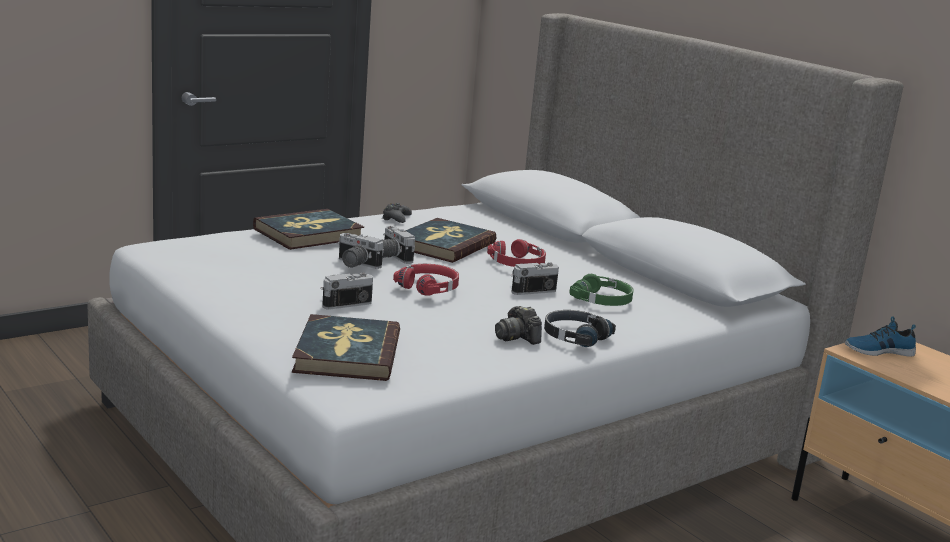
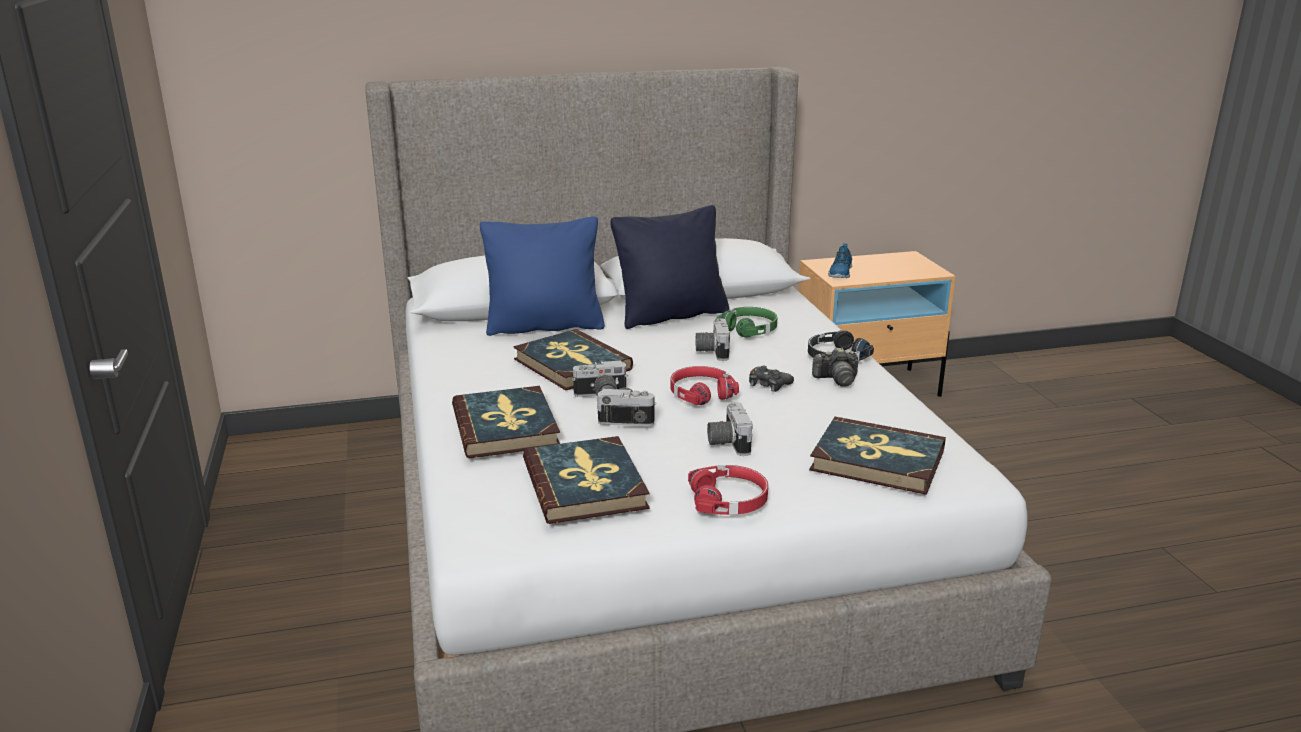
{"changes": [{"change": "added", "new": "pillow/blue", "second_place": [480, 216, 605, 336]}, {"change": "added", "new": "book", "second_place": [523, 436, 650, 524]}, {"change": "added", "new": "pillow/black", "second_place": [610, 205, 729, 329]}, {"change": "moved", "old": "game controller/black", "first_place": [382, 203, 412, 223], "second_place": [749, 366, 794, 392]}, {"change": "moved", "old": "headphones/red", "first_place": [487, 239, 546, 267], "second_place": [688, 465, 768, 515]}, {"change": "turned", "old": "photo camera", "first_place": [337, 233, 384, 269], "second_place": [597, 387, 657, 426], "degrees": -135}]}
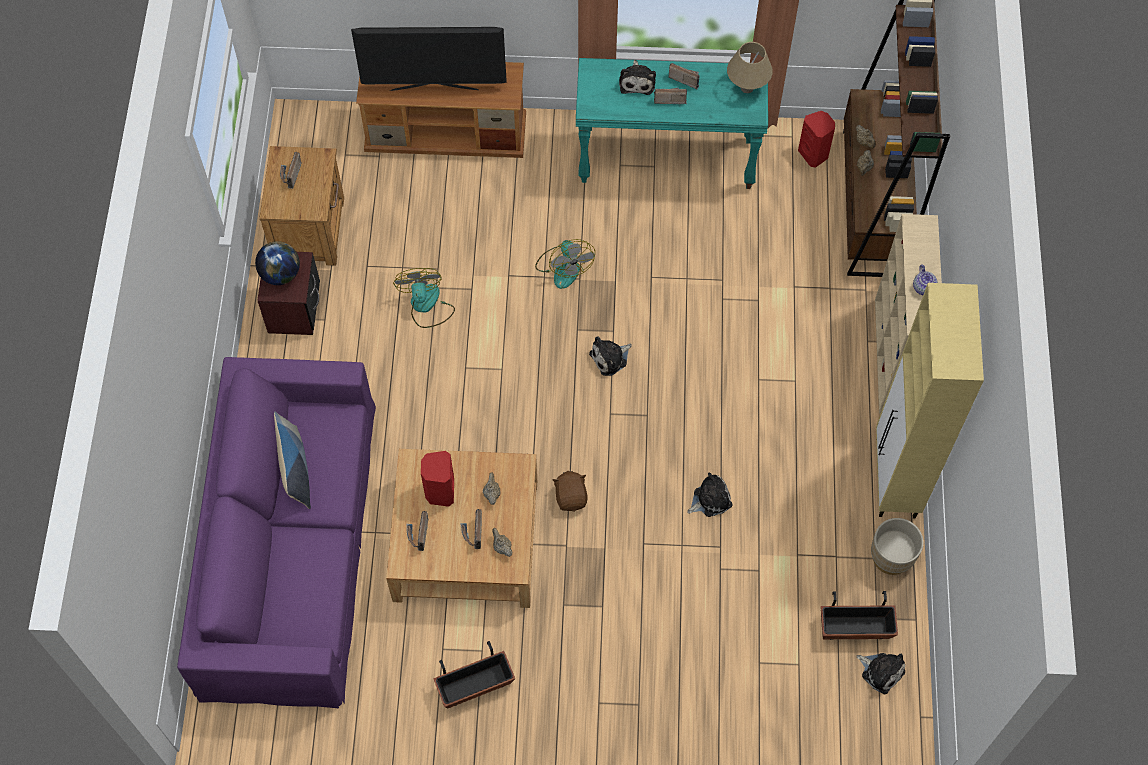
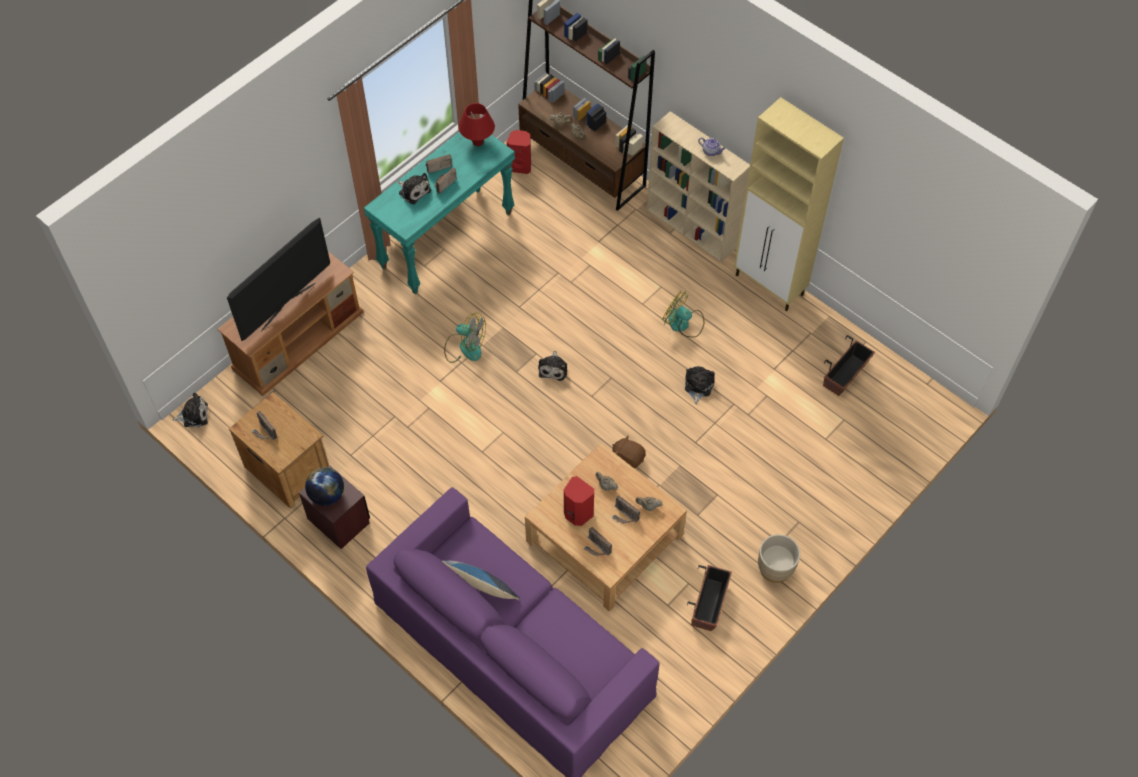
{"changes": [{"change": "moved", "old": "fan", "first_place": [393, 268, 455, 328], "second_place": [662, 291, 704, 337]}, {"change": "moved", "old": "plush toy", "first_place": [856, 653, 905, 694], "second_place": [172, 393, 208, 427]}, {"change": "moved", "old": "planter/beige", "first_place": [871, 518, 923, 575], "second_place": [758, 534, 800, 583]}, {"change": "recoloured", "old": "table lamp/beige", "new": "table lamp/red", "first_place": [727, 42, 773, 93], "second_place": [459, 103, 495, 146]}]}
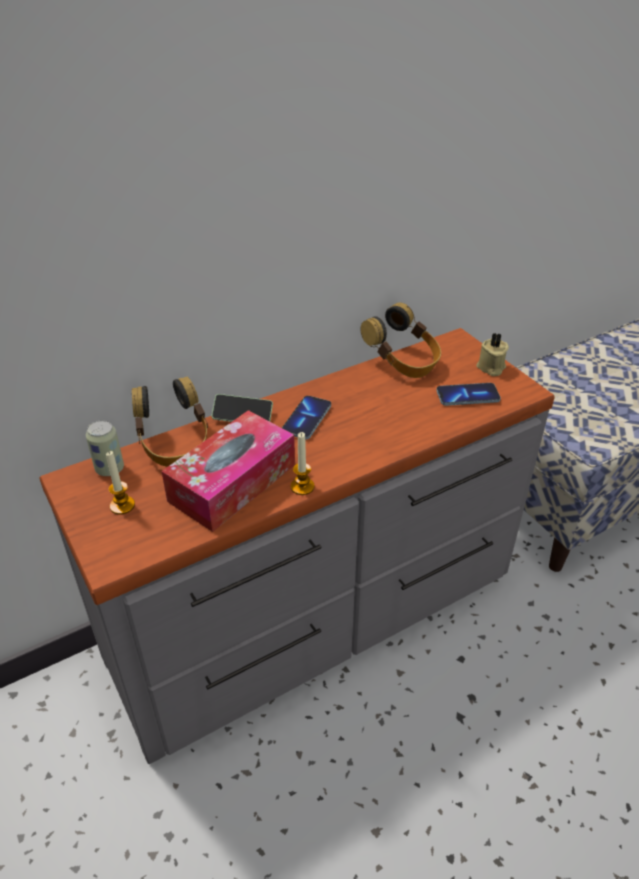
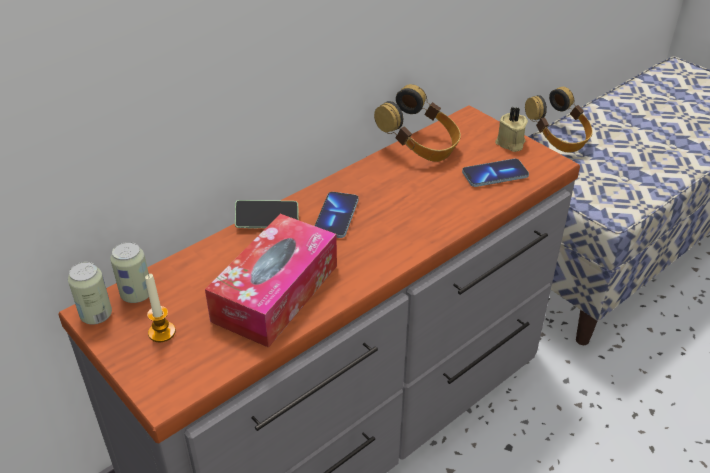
{"changes": [{"change": "removed", "old": "candle", "first_place": [291, 432, 314, 495]}, {"change": "added", "new": "can", "second_place": [68, 262, 112, 325]}, {"change": "moved", "old": "headphones", "first_place": [132, 377, 208, 467], "second_place": [525, 87, 593, 153]}]}
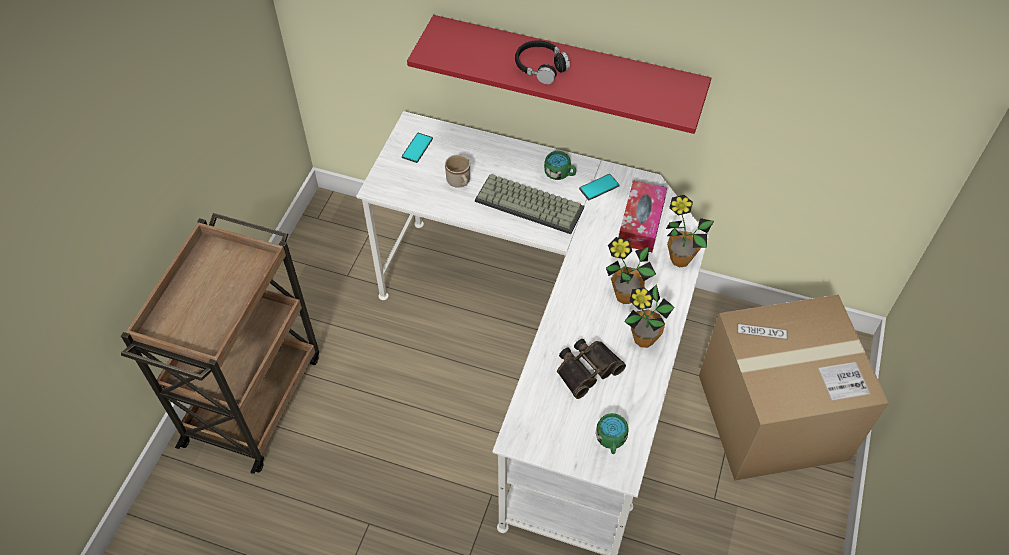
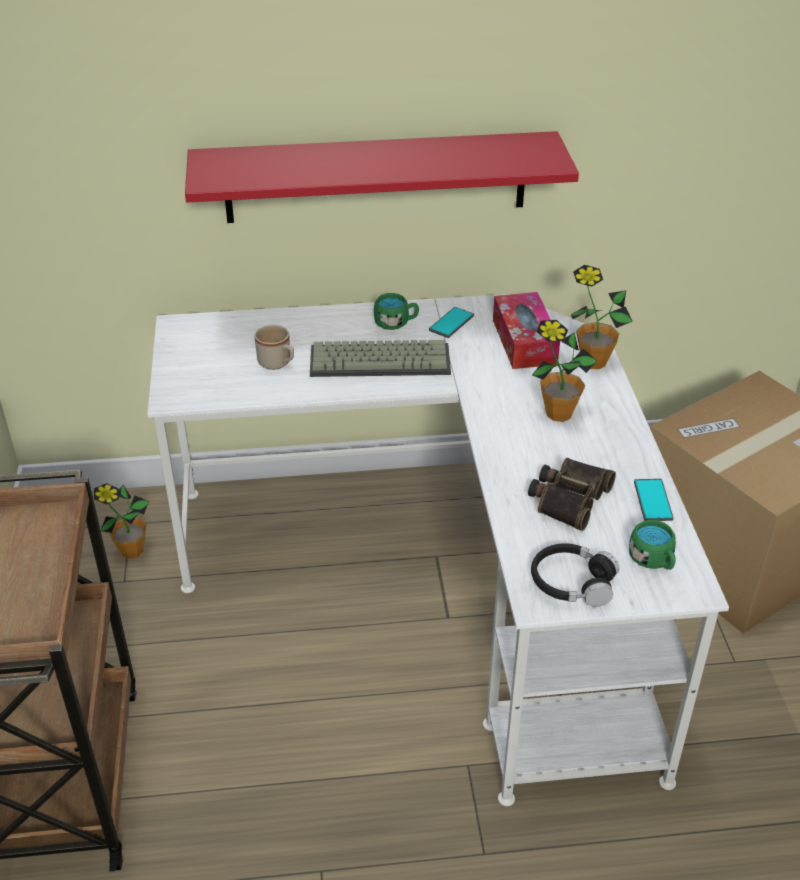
{"changes": [{"change": "moved", "old": "phone", "first_place": [402, 133, 433, 163], "second_place": [634, 479, 673, 521]}, {"change": "moved", "old": "headphones/black", "first_place": [515, 40, 570, 84], "second_place": [531, 543, 619, 607]}, {"change": "moved", "old": "potted plant", "first_place": [624, 284, 675, 348], "second_place": [94, 483, 149, 559]}]}
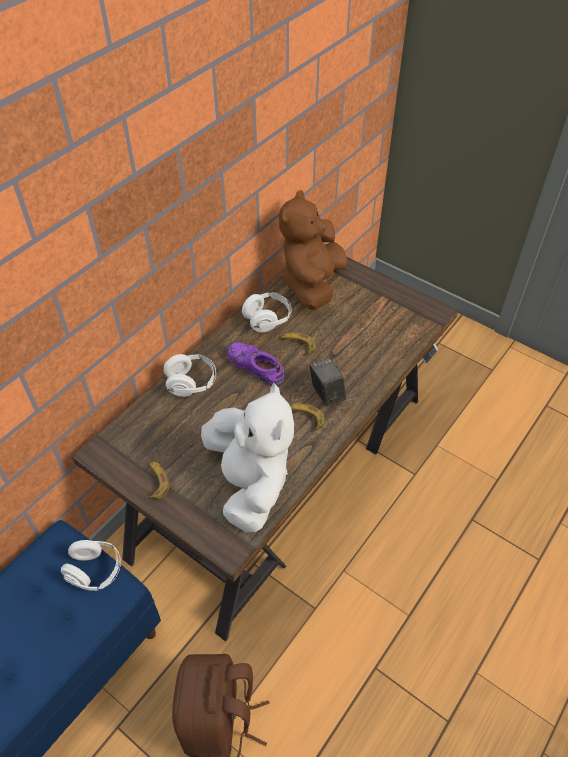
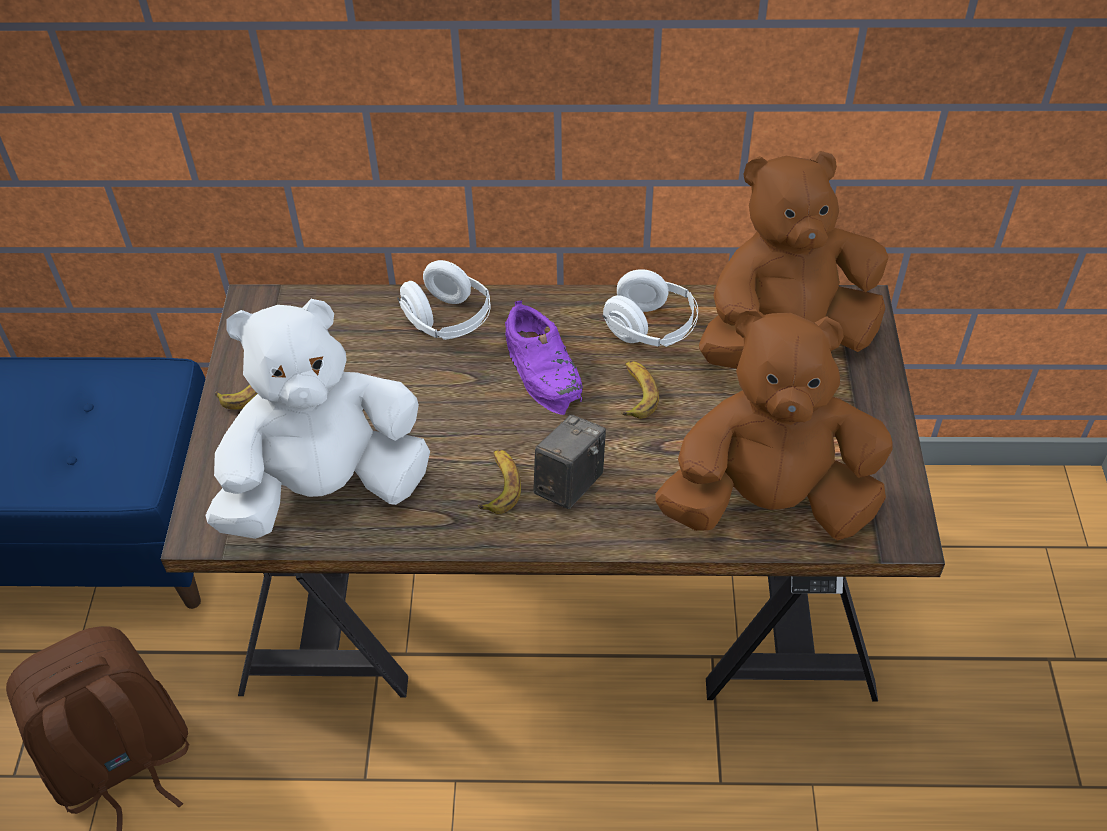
{"changes": [{"change": "removed", "old": "headphones/white", "first_place": [61, 540, 121, 591]}, {"change": "added", "new": "plush toy/brown", "second_place": [656, 309, 892, 540]}, {"change": "turned", "old": "plush toy/white", "first_place": [201, 383, 294, 532], "second_place": [205, 299, 430, 539], "degrees": -150}, {"change": "turned", "old": "shoe/purple", "first_place": [227, 341, 285, 386], "second_place": [505, 299, 583, 415], "degrees": 150}]}
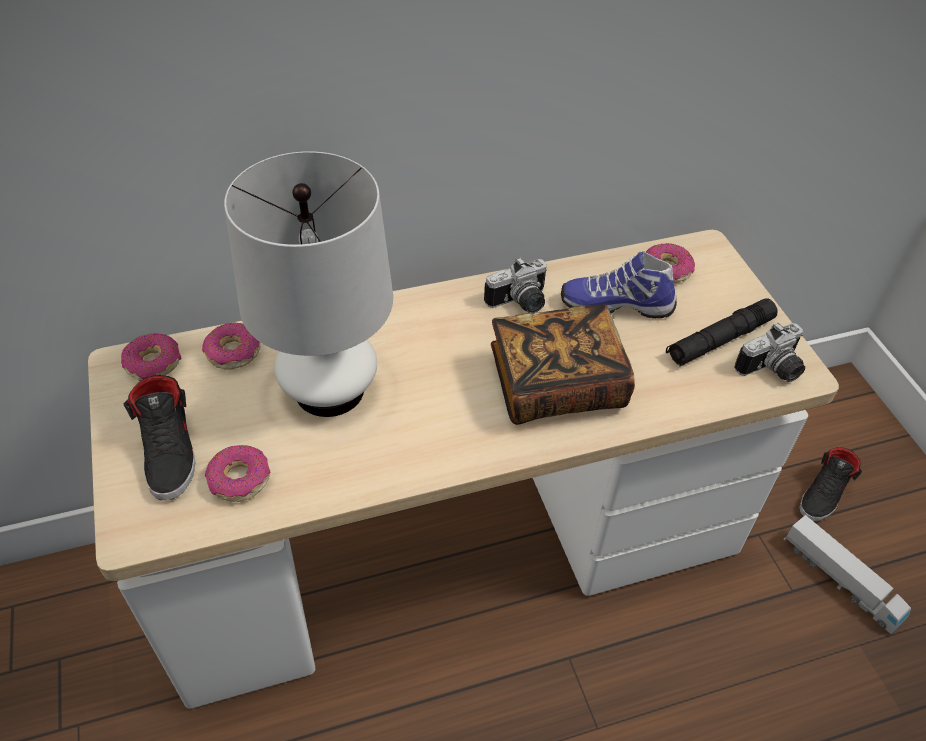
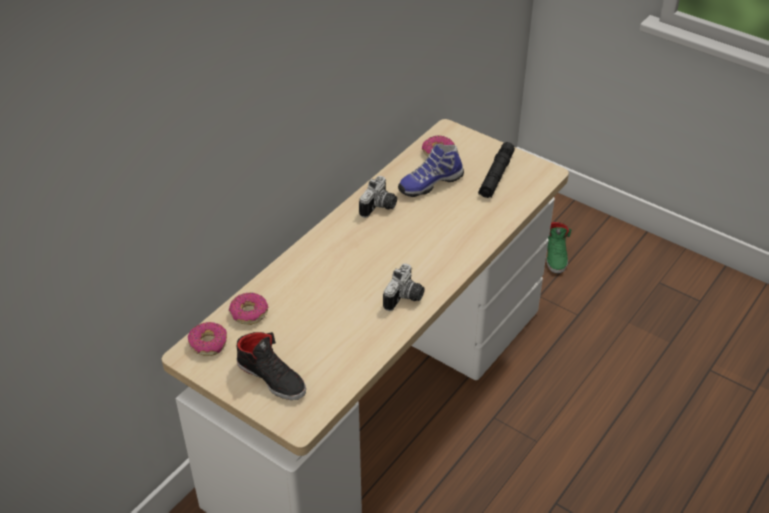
{"changes": [{"change": "removed", "old": "donut", "first_place": [205, 445, 270, 502]}, {"change": "removed", "old": "table lamp/white", "first_place": [224, 151, 393, 417]}, {"change": "removed", "old": "book", "first_place": [491, 304, 635, 425]}, {"change": "removed", "old": "toy truck", "first_place": [783, 515, 911, 634]}, {"change": "moved", "old": "photo camera", "first_place": [734, 323, 805, 382], "second_place": [383, 263, 424, 311]}, {"change": "recoloured", "old": "shoe/black", "new": "shoe/green", "first_place": [799, 447, 862, 521], "second_place": [546, 222, 571, 274]}]}
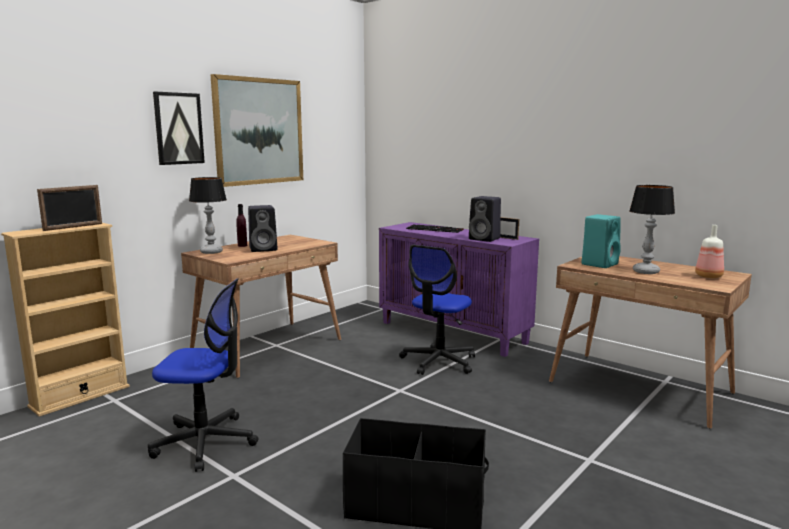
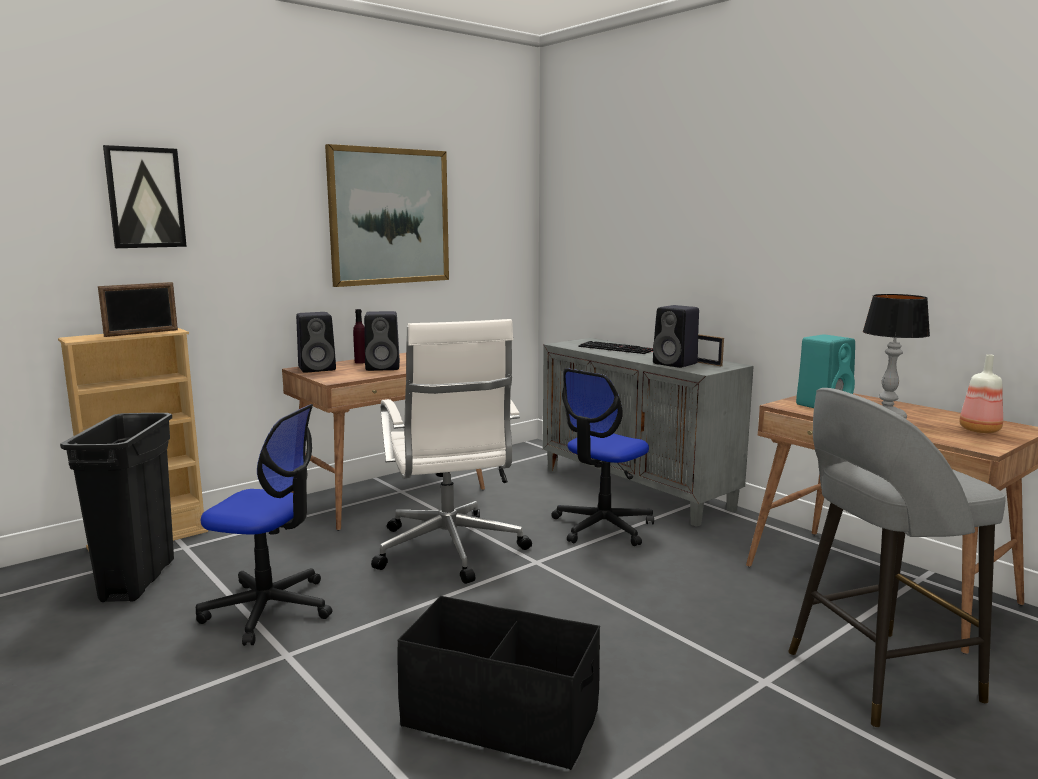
{"changes": [{"change": "added", "new": "trash can/black", "second_place": [60, 413, 174, 602]}, {"change": "added", "new": "office chair/white", "second_place": [371, 319, 532, 584]}, {"change": "added", "new": "stool/grey", "second_place": [788, 388, 1005, 728]}, {"change": "moved", "old": "picture", "first_place": [153, 92, 205, 165], "second_place": [103, 145, 187, 248]}, {"change": "replaced", "old": "table lamp", "new": "speaker/black", "first_place": [189, 177, 227, 254], "second_place": [296, 312, 336, 373]}, {"change": "recoloured", "old": "cabinet/purple", "new": "cabinet/grey", "first_place": [379, 222, 539, 357], "second_place": [543, 338, 754, 527]}]}
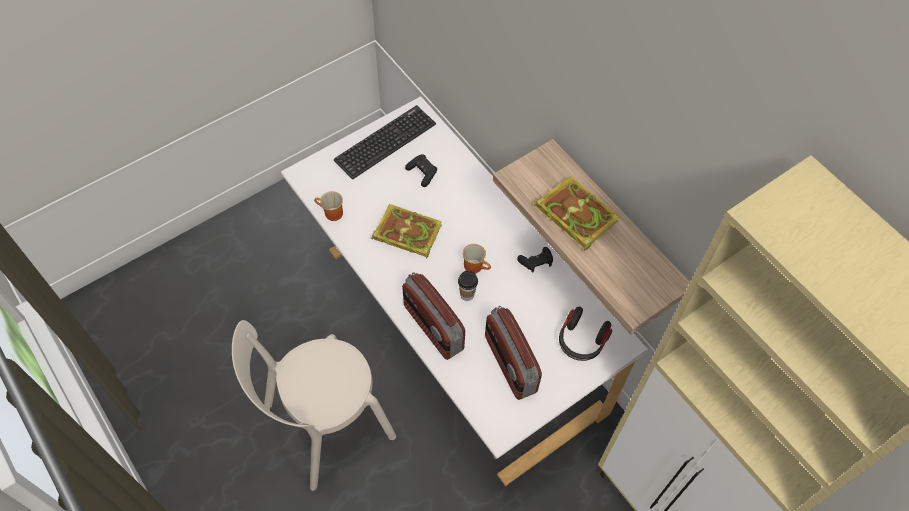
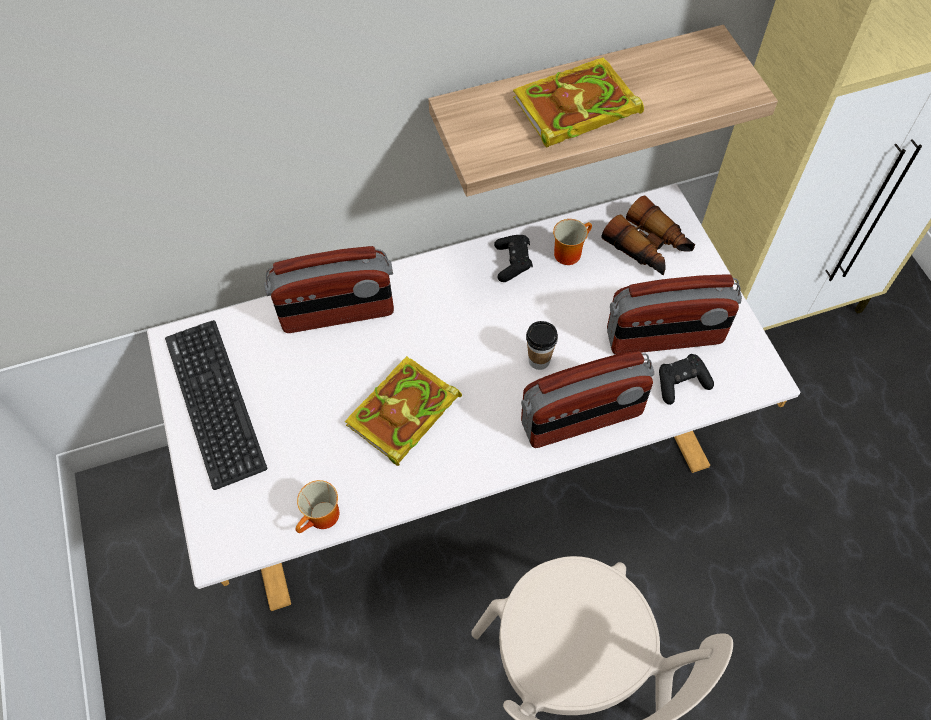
{"changes": [{"change": "added", "new": "radio", "second_place": [264, 246, 394, 333]}, {"change": "moved", "old": "game controller/black", "first_place": [405, 154, 437, 187], "second_place": [659, 354, 714, 405]}, {"change": "moved", "old": "mug", "first_place": [462, 244, 491, 274], "second_place": [553, 219, 592, 265]}, {"change": "replaced", "old": "headphones", "new": "binoculars", "first_place": [559, 306, 612, 361], "second_place": [602, 195, 695, 275]}]}
